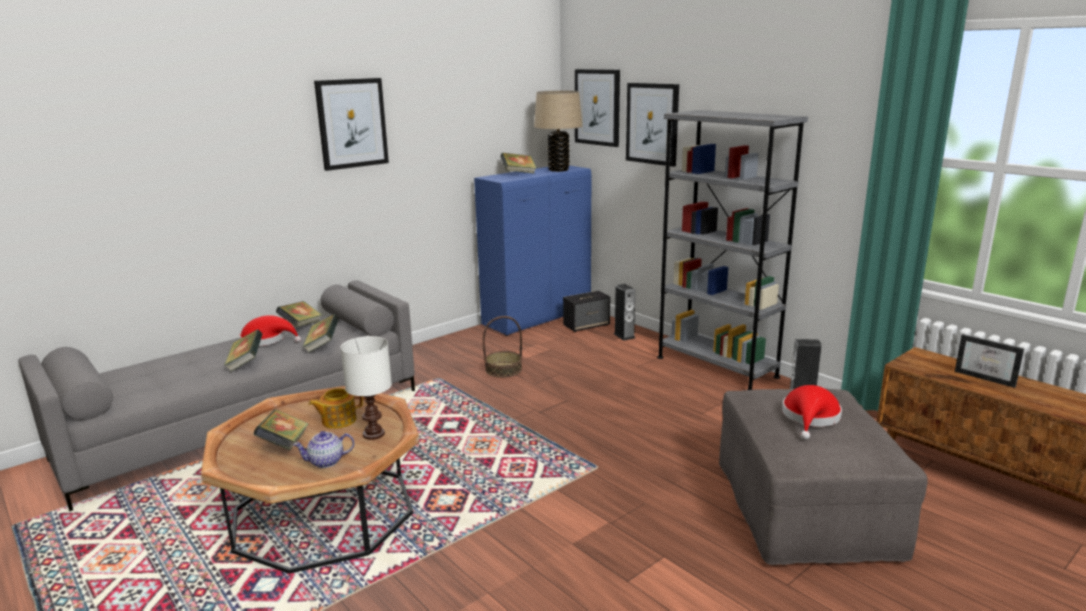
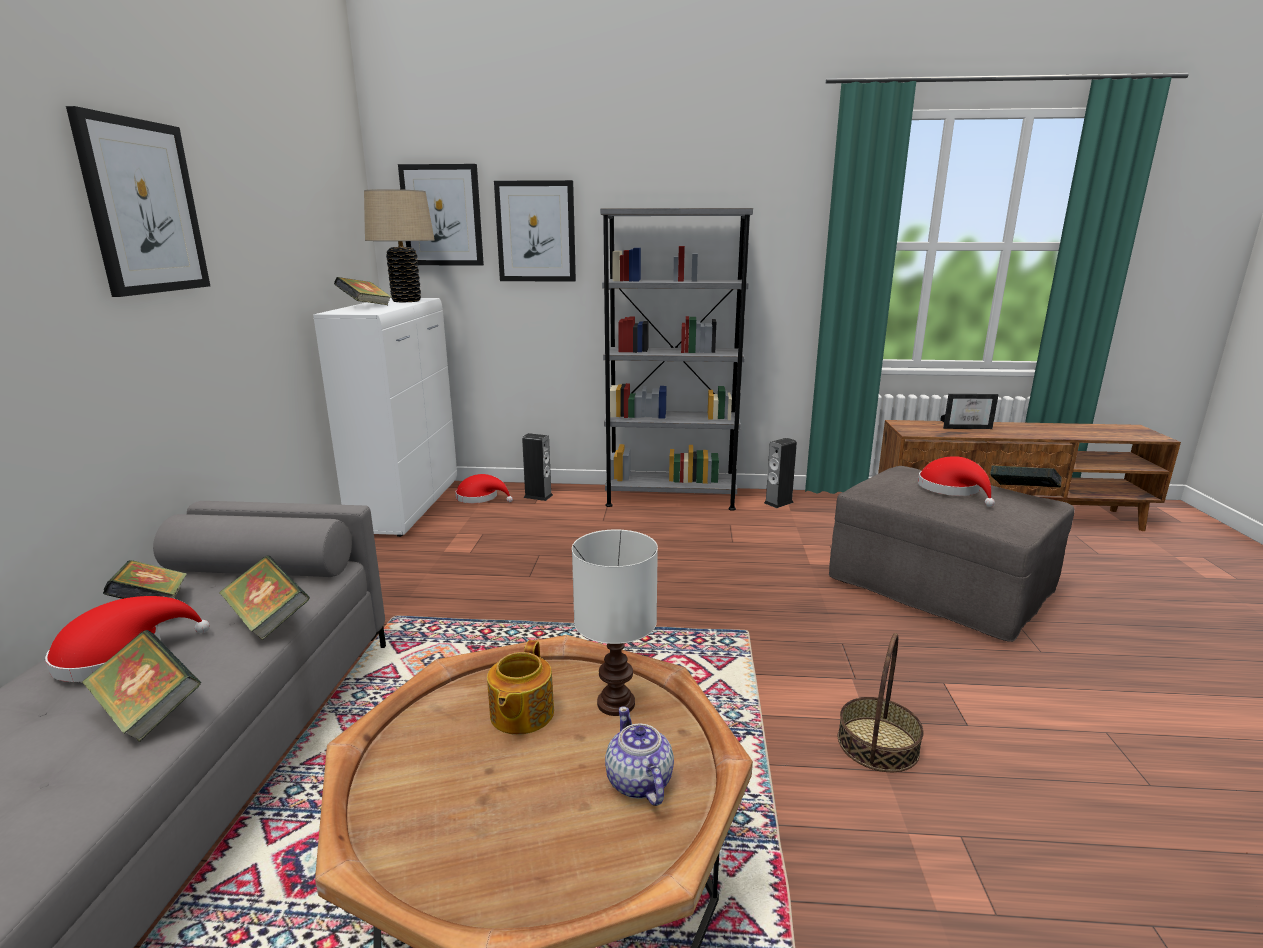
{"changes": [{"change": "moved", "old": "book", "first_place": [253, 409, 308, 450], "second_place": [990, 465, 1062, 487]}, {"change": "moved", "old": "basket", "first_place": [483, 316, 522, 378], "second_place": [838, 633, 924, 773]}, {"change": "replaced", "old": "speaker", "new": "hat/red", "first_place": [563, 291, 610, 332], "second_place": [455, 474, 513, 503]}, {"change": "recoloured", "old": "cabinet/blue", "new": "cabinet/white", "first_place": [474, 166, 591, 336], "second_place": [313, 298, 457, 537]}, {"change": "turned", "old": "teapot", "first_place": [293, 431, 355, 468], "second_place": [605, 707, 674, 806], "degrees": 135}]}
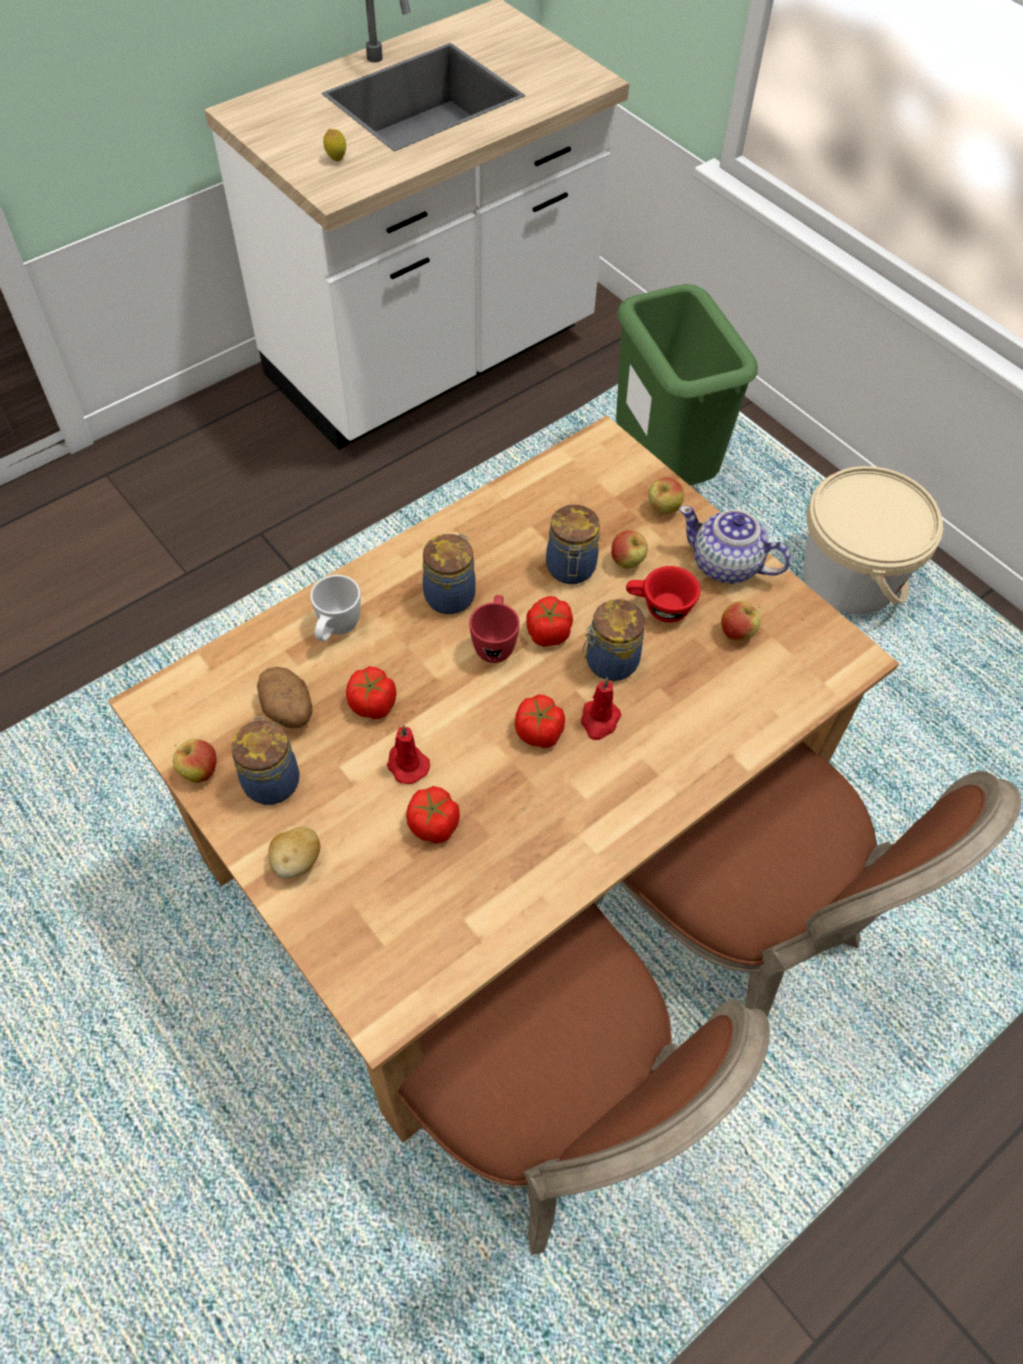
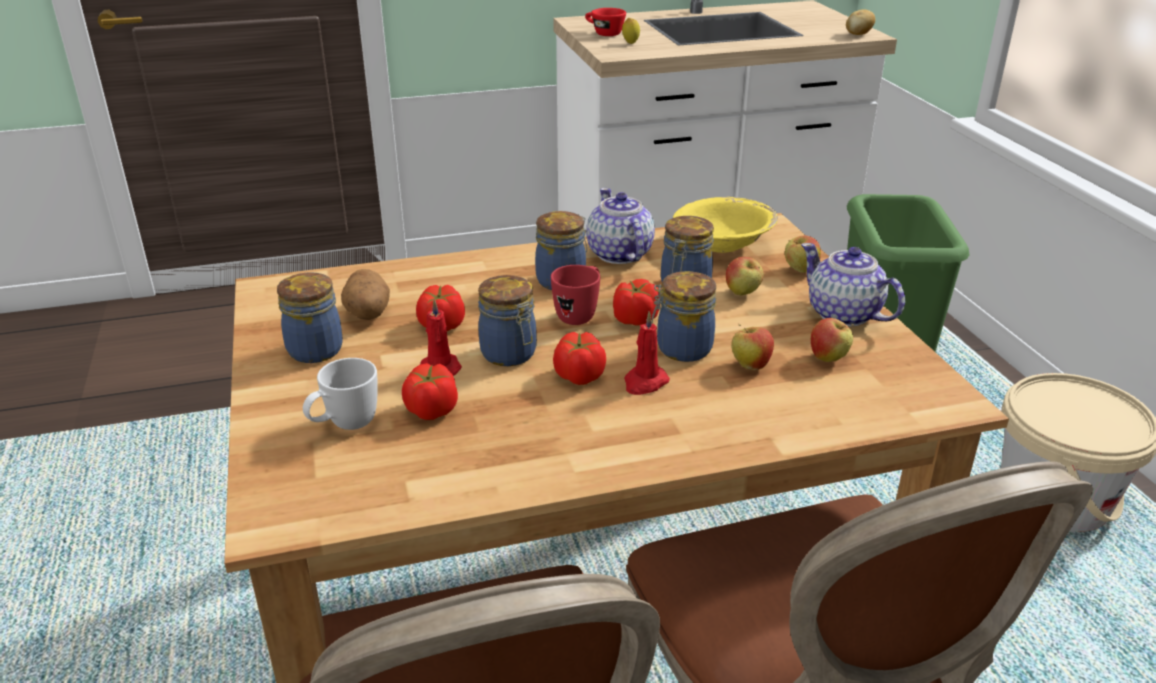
{"changes": [{"change": "added", "new": "jar", "second_place": [478, 275, 537, 366]}, {"change": "added", "new": "teapot", "second_place": [586, 188, 655, 264]}, {"change": "added", "new": "bowl/yellow", "second_place": [673, 197, 778, 253]}, {"change": "moved", "old": "apple", "first_place": [173, 739, 217, 783], "second_place": [731, 324, 774, 370]}, {"change": "moved", "old": "potato", "first_place": [268, 827, 321, 879], "second_place": [846, 10, 875, 35]}, {"change": "moved", "old": "mug/white", "first_place": [310, 575, 361, 641], "second_place": [303, 358, 378, 430]}, {"change": "moved", "old": "cup/red", "first_place": [626, 566, 700, 623], "second_place": [585, 8, 626, 36]}]}
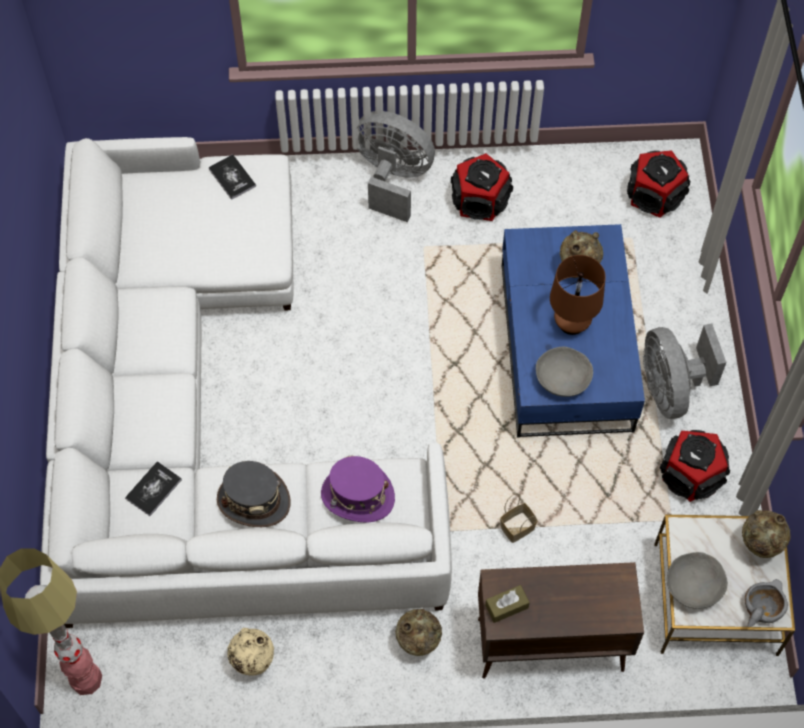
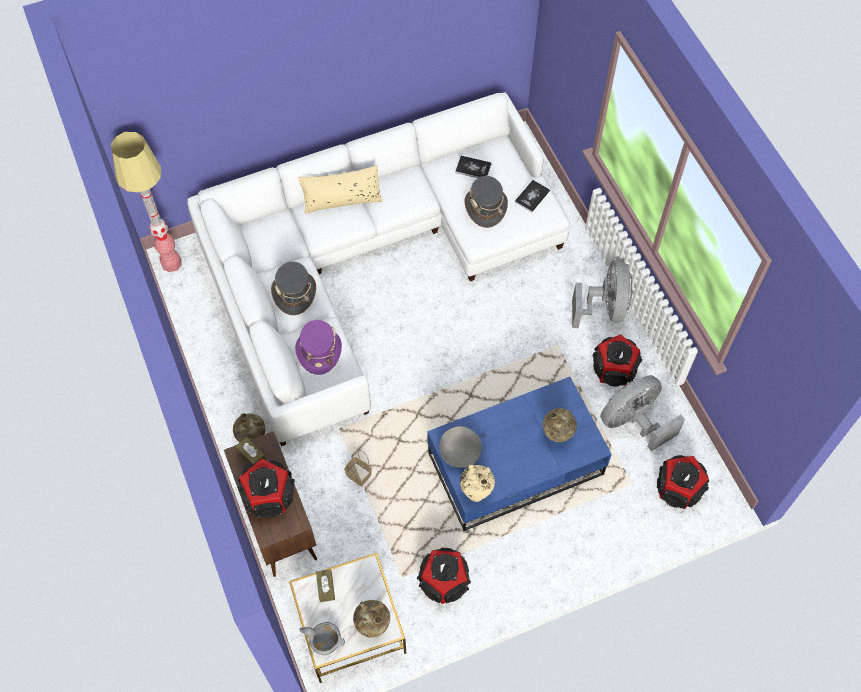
{"changes": [{"change": "removed", "old": "table lamp/brown", "first_place": [550, 255, 606, 335]}, {"change": "added", "new": "speaker", "second_place": [238, 459, 295, 518]}, {"change": "added", "new": "pillow/beige", "second_place": [298, 165, 383, 214]}, {"change": "added", "new": "hat/grey", "second_place": [465, 176, 508, 228]}, {"change": "moved", "old": "book", "first_place": [125, 461, 182, 516], "second_place": [455, 156, 492, 178]}, {"change": "moved", "old": "vase/beige", "first_place": [227, 628, 274, 676], "second_place": [460, 464, 495, 502]}, {"change": "moved", "old": "fan/grey", "first_place": [643, 323, 727, 419], "second_place": [600, 375, 685, 451]}, {"change": "replaced", "old": "bowl/grey", "new": "tissue box/brown", "first_place": [667, 552, 728, 609], "second_place": [316, 569, 335, 602]}]}
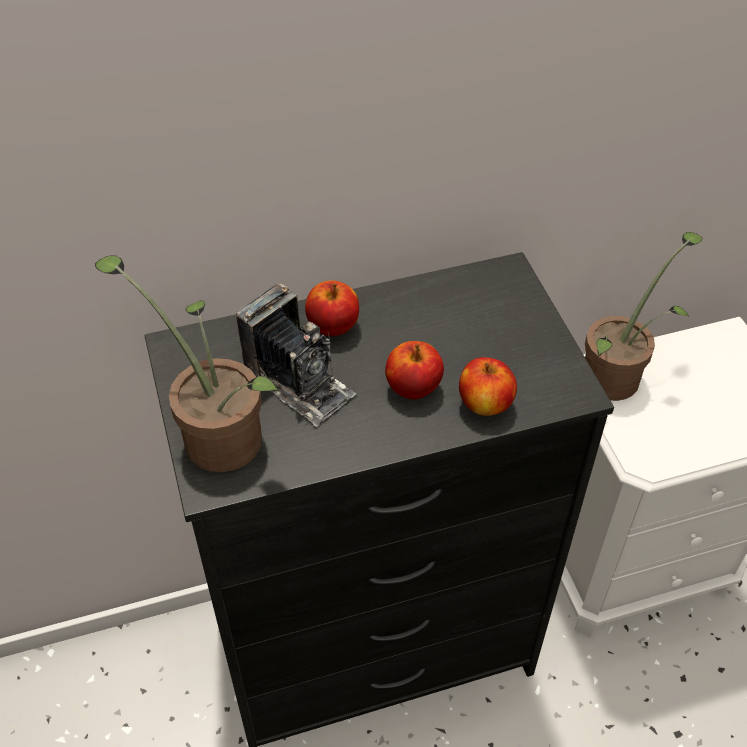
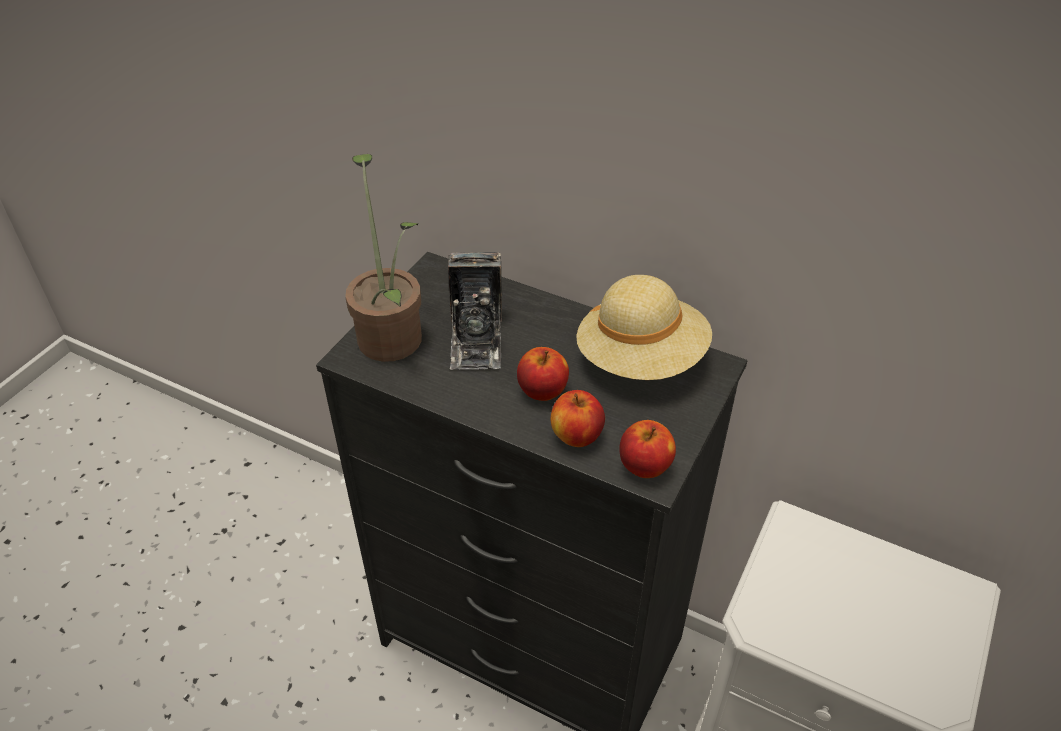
{"changes": [{"change": "removed", "old": "potted plant", "first_place": [585, 232, 703, 401]}, {"change": "added", "new": "hat/beige", "second_place": [576, 275, 712, 380]}, {"change": "moved", "old": "apple", "first_place": [305, 281, 359, 336], "second_place": [619, 420, 676, 478]}]}
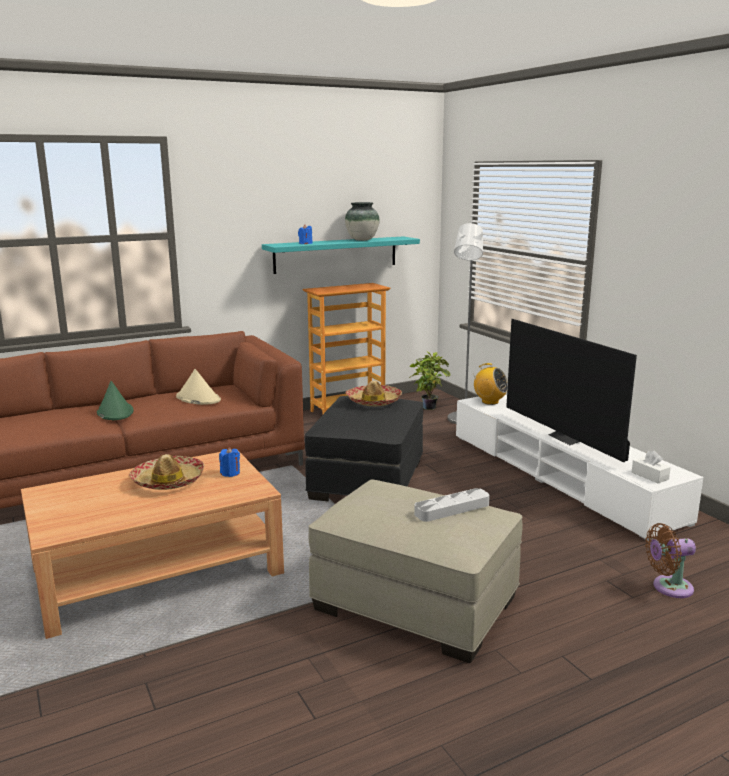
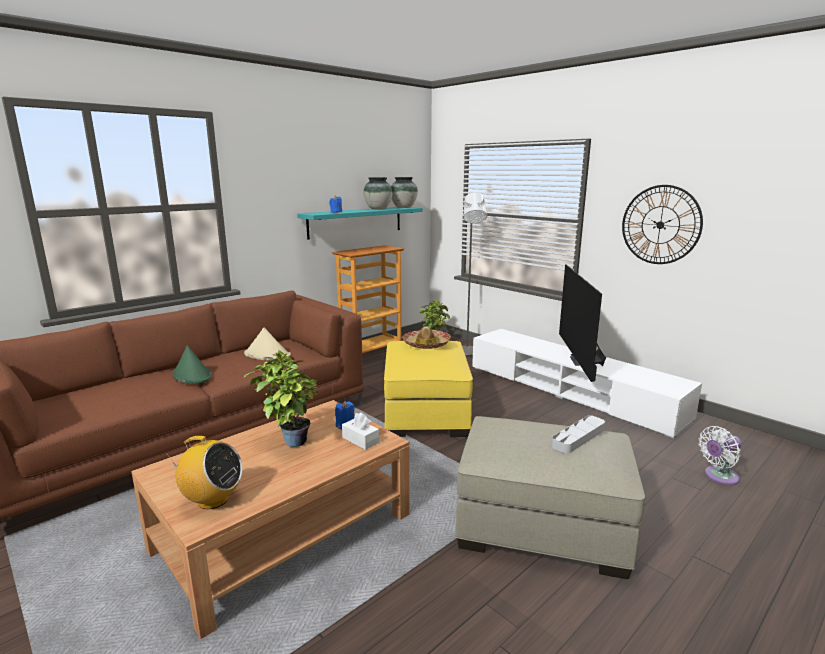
{"changes": [{"change": "added", "new": "vase", "second_place": [391, 177, 418, 208]}, {"change": "added", "new": "wall clock", "second_place": [622, 185, 703, 264]}, {"change": "moved", "old": "radio", "first_place": [471, 363, 508, 405], "second_place": [167, 436, 243, 509]}, {"change": "moved", "old": "tissue box/white", "first_place": [632, 450, 671, 483], "second_place": [342, 412, 379, 450]}, {"change": "replaced", "old": "hat", "new": "potted plant", "first_place": [129, 454, 205, 490], "second_place": [244, 350, 318, 447]}, {"change": "recoloured", "old": "ottoman/black", "new": "ottoman/yellow", "first_place": [305, 396, 423, 501], "second_place": [384, 341, 473, 437]}, {"change": "recoloured", "old": "fan/brown", "new": "fan/white", "first_place": [645, 523, 696, 598], "second_place": [698, 426, 742, 485]}, {"change": "turned", "old": "television", "first_place": [506, 319, 637, 462], "second_place": [559, 264, 606, 382], "degrees": 45}]}
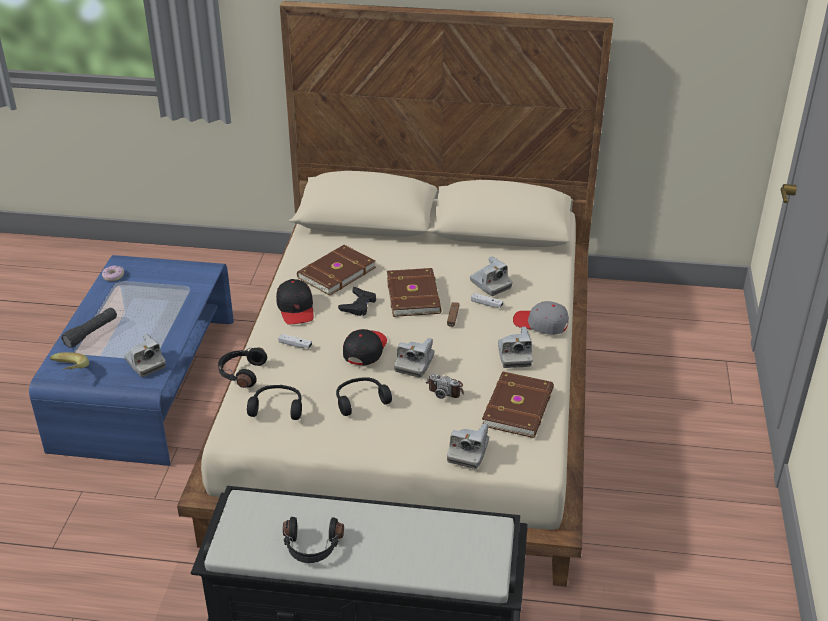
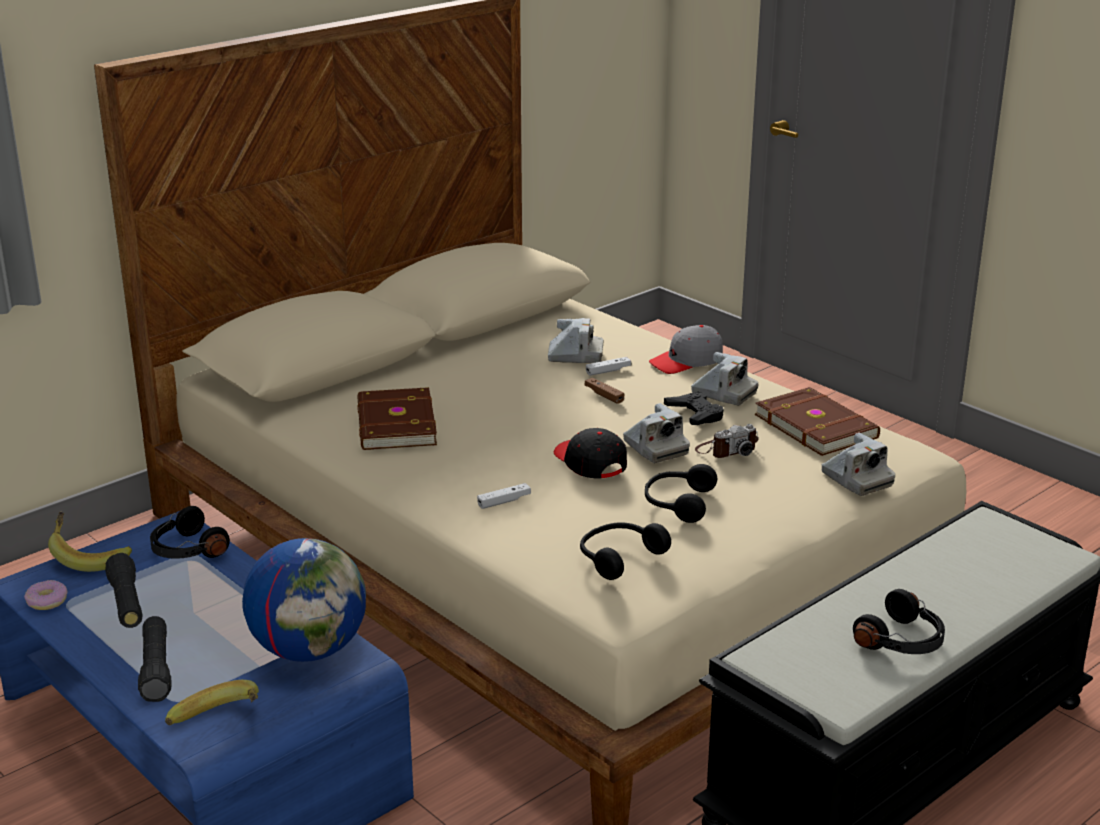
{"changes": [{"change": "removed", "old": "cap/black", "first_place": [276, 279, 314, 325]}, {"change": "removed", "old": "book/brown", "first_place": [387, 268, 441, 317]}, {"change": "added", "new": "banana", "second_place": [48, 512, 132, 572]}, {"change": "added", "new": "flashlight/black", "second_place": [105, 553, 143, 628]}, {"change": "moved", "old": "headphones/black", "first_place": [218, 347, 267, 388], "second_place": [150, 506, 230, 559]}, {"change": "moved", "old": "game controller/black", "first_place": [338, 287, 376, 316], "second_place": [664, 392, 724, 425]}, {"change": "replaced", "old": "photo camera", "new": "globe", "first_place": [124, 333, 166, 377], "second_place": [242, 538, 366, 662]}]}
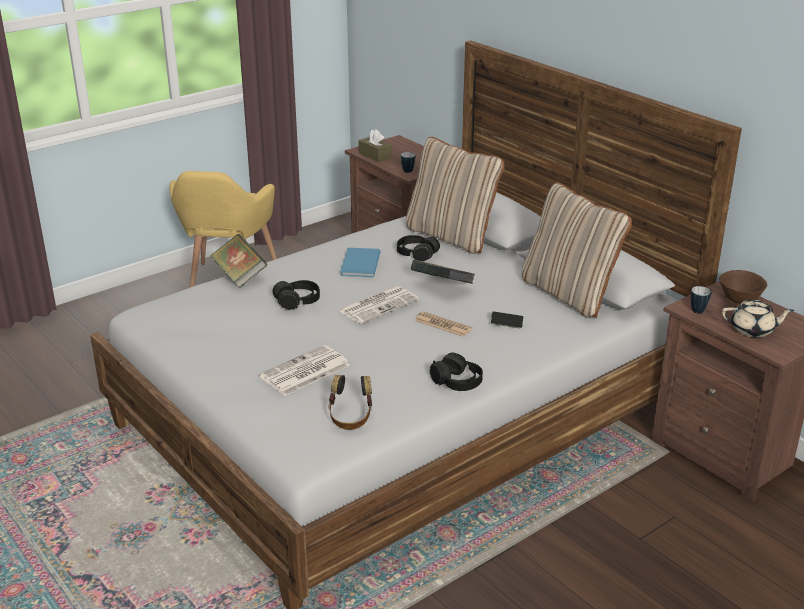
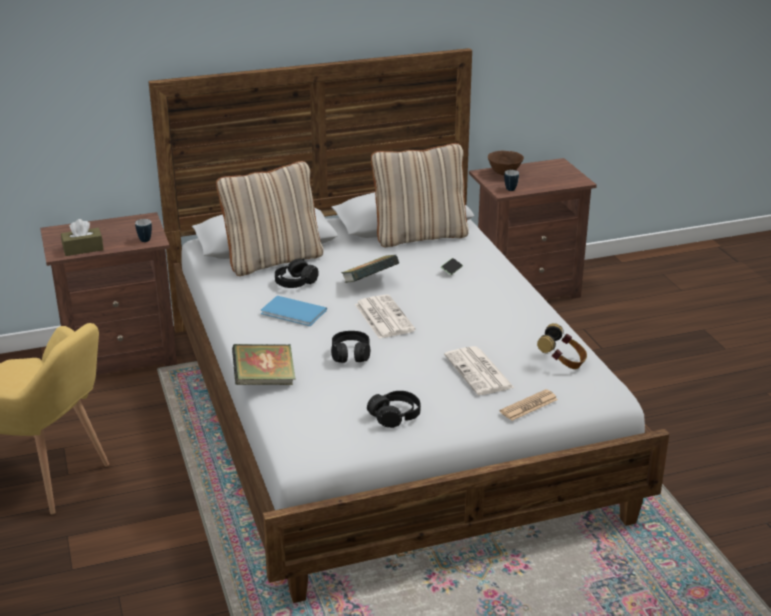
{"changes": [{"change": "removed", "old": "teapot/beige", "first_place": [722, 300, 794, 338]}, {"change": "moved", "old": "newspaper", "first_place": [414, 311, 472, 337], "second_place": [500, 389, 558, 421]}, {"change": "moved", "old": "headphones/black", "first_place": [430, 353, 483, 391], "second_place": [367, 391, 421, 428]}]}
